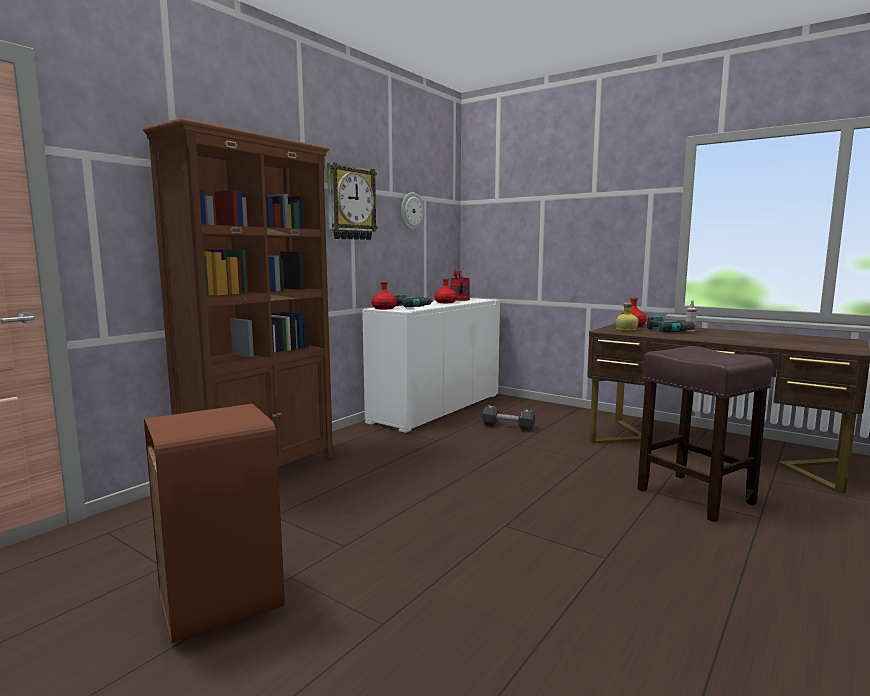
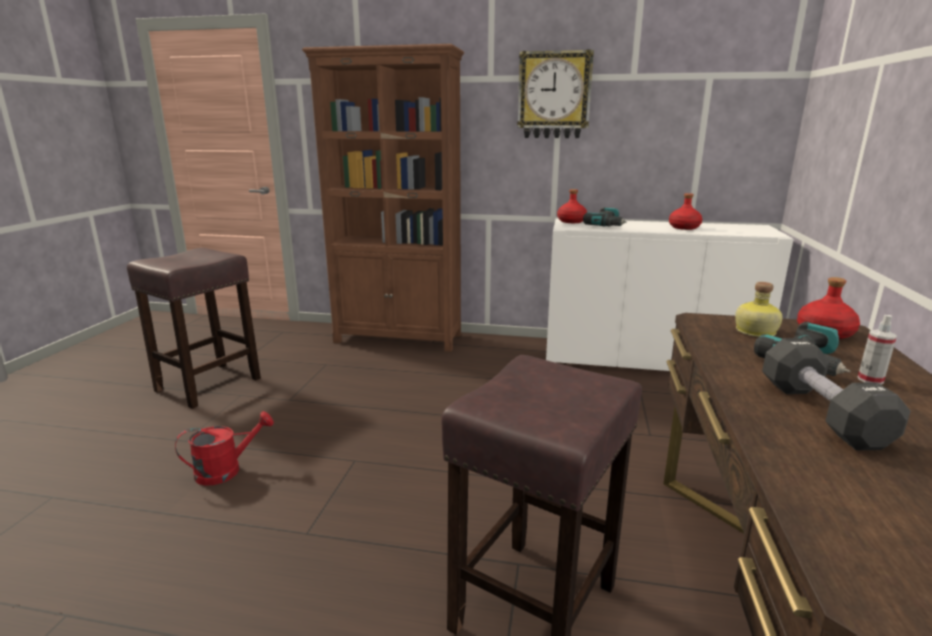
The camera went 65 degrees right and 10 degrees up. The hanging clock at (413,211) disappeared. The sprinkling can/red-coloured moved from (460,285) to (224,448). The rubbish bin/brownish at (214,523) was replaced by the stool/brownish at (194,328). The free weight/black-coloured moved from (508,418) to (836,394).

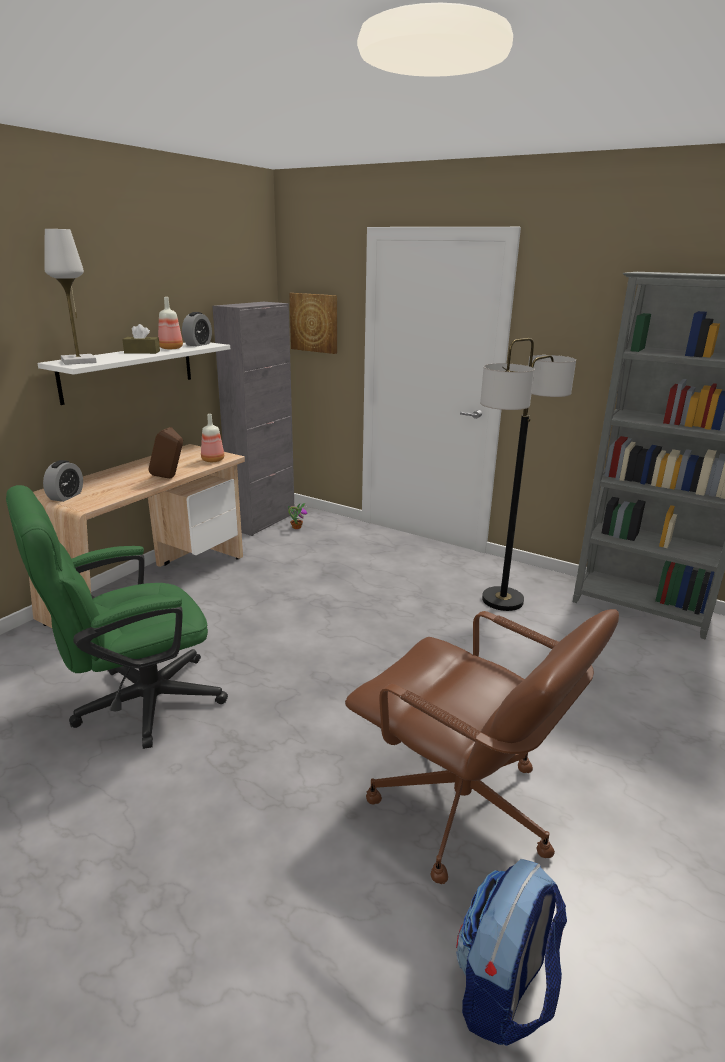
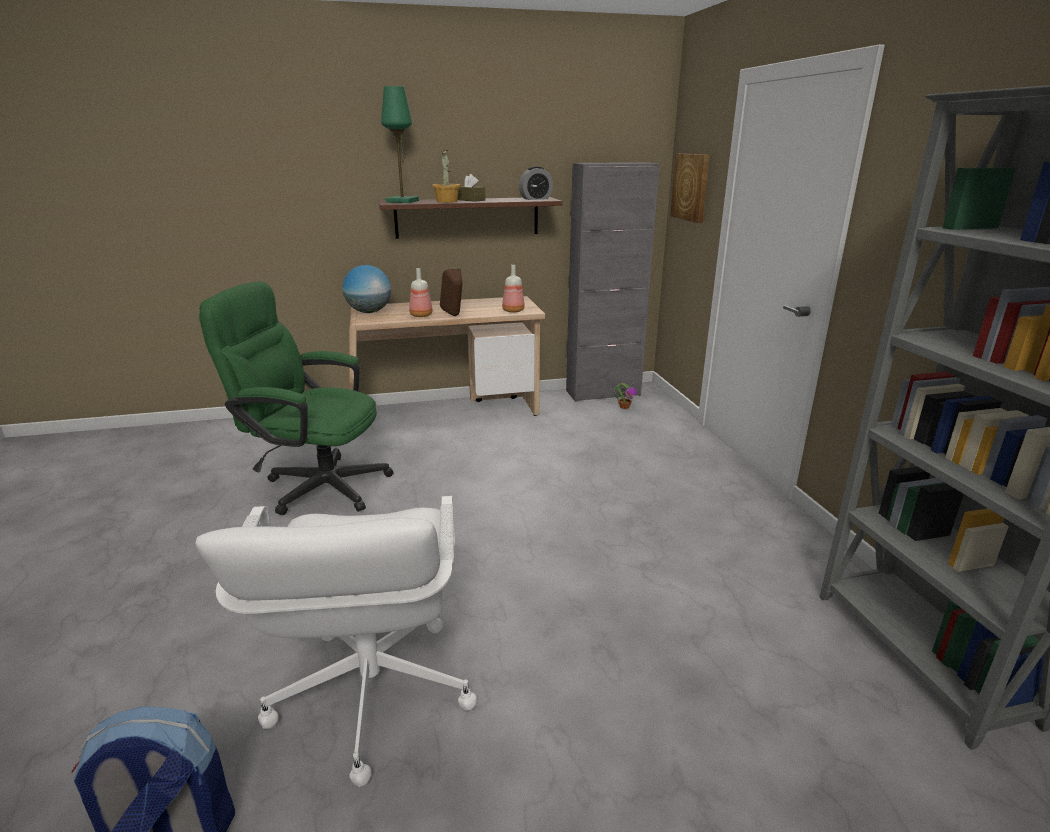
The camera went 45 degrees right and 0 degrees up. The tabletop lamp/whitish at (70,297) became the tabletop lamp/green at (400,144). The beverage bottle moved from (170,323) to (421,292). The standard lamp at (528,474) disappeared. The shelf/whitish at (133,373) became the shelf/brownish at (471,218). The bedside clock at (63,481) was replaced by the globe at (367,289). The desk chair/brownish at (482,746) became the desk chair/whitish at (336,641). The plant in a pot at (446,176) appeared.

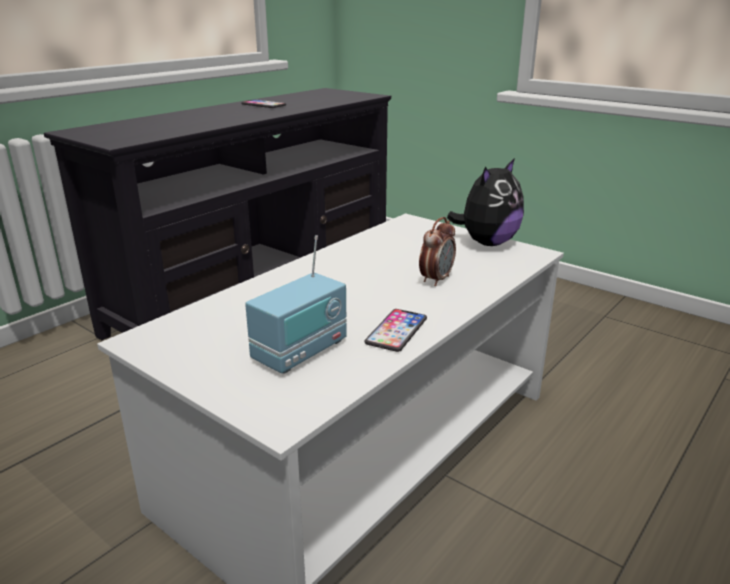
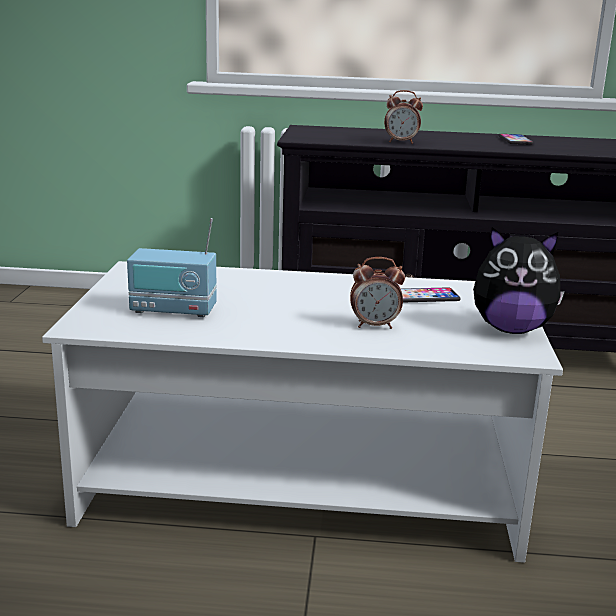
The camera went 55 degrees right and 5 degrees down. The phone moved from (396,330) to (431,295). The bedside clock at (403,117) appeared.

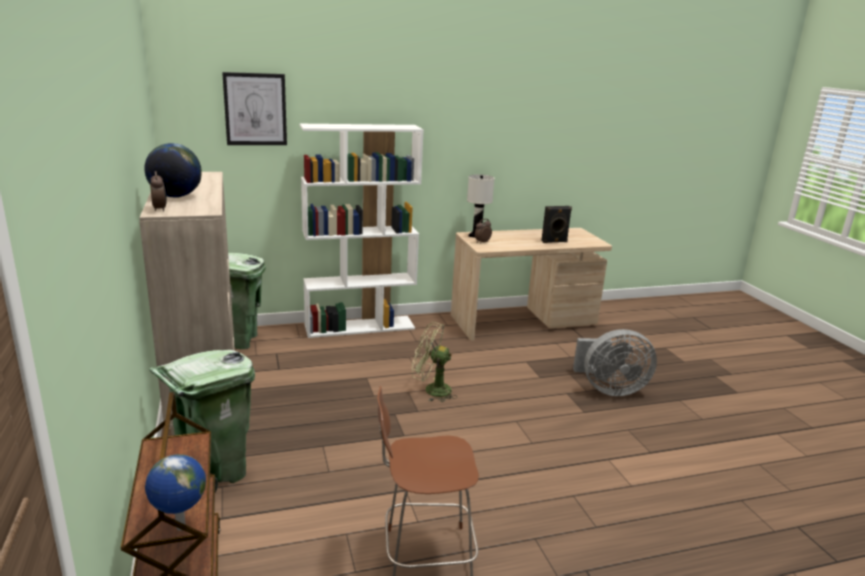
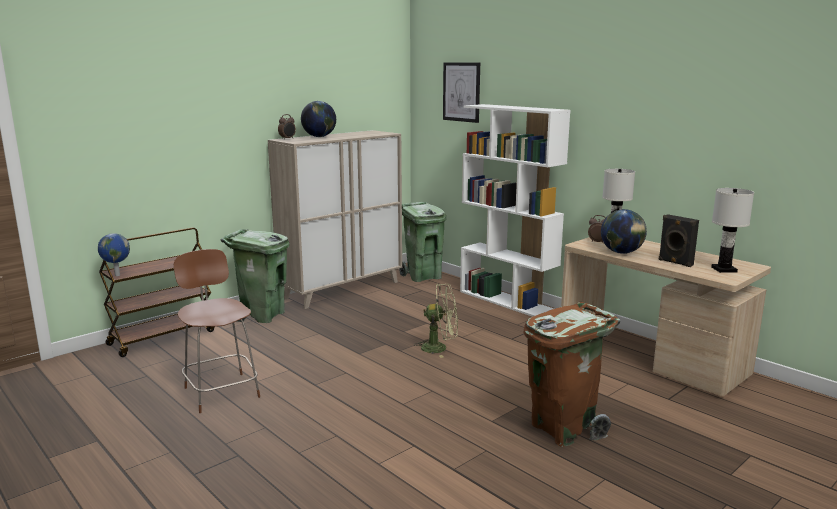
The camera went 65 degrees right and 5 degrees down. The electric fan/green at (434,362) turned 105 degrees clockwise. The electric fan/grey at (615,362) was replaced by the rubbish bin/brownish at (572,374). The tabletop lamp/whitish at (732,230) appeared. The globe at (624,231) appeared.

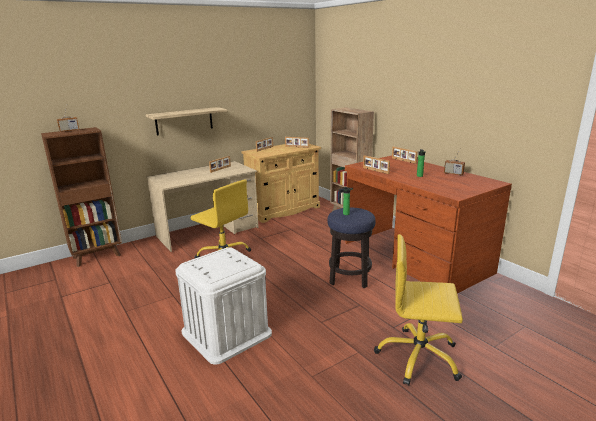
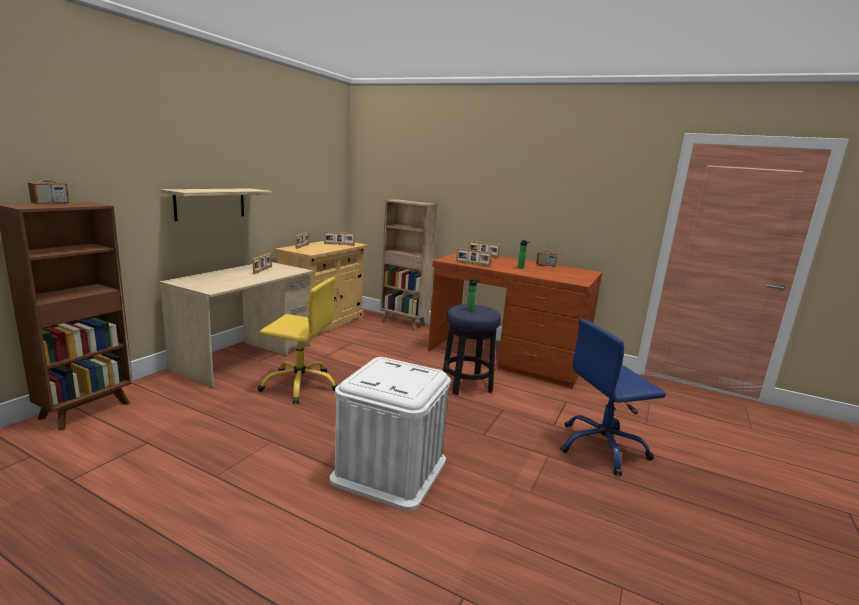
The camera went 30 degrees left and 5 degrees down. The desk chair/yellowish at (418,310) became the desk chair/bluish at (613,396).

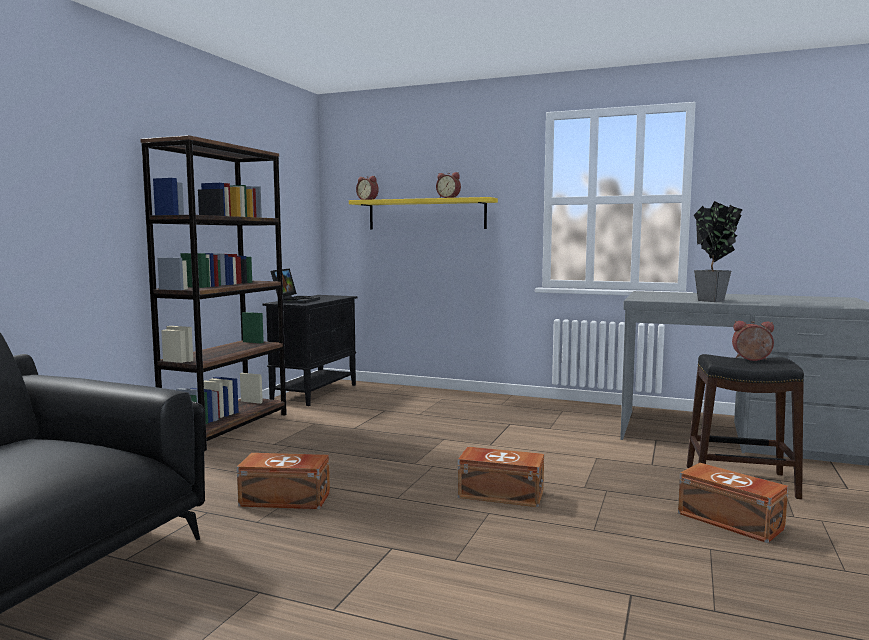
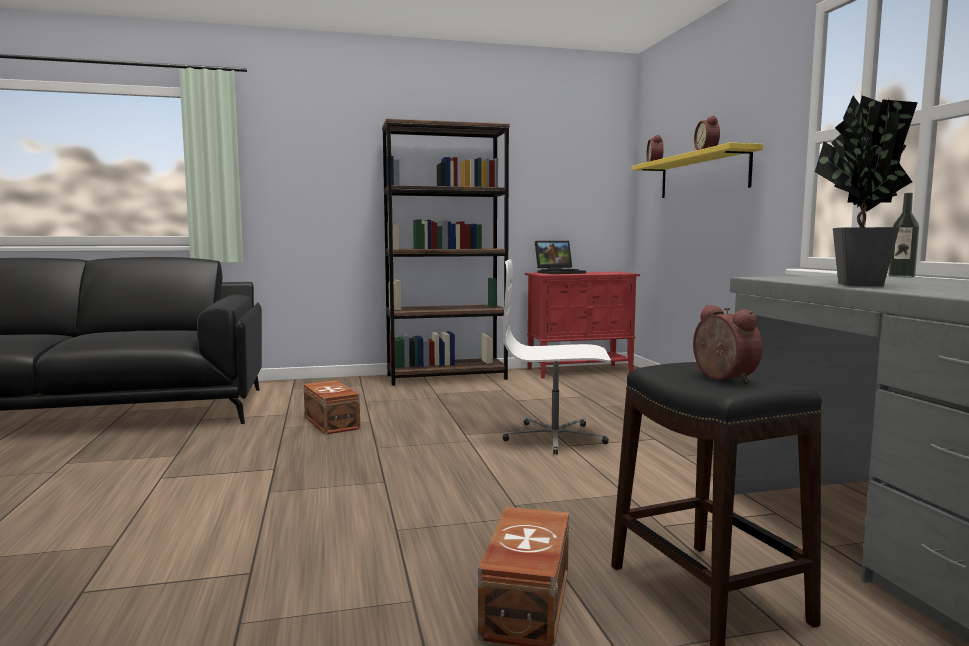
The camera went 55 degrees right and 0 degrees up. The storage cabinet/black-coloured at (310,350) became the storage cabinet/red-coloured at (582,325). The storage container/brownish at (501,477) disappeared. The beverage bottle at (903,235) appeared. The desk chair/whitish at (557,356) appeared.

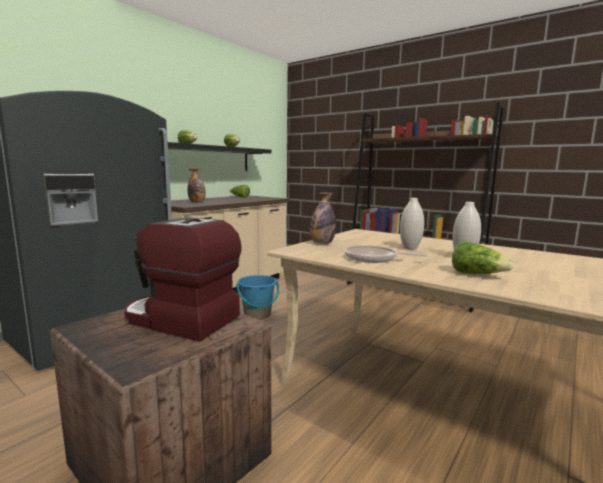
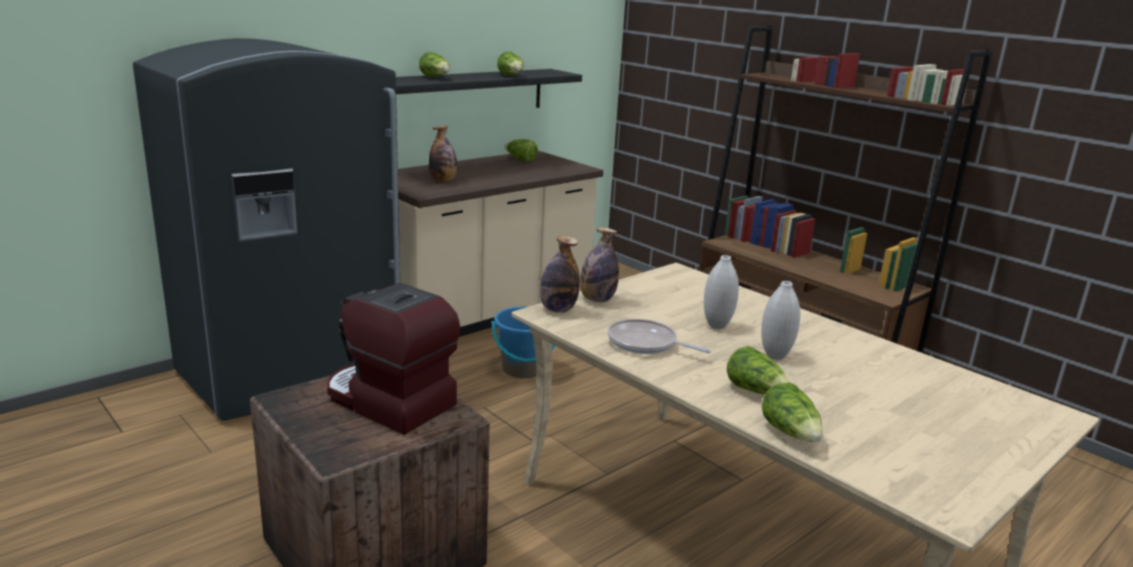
The camera went 10 degrees right and 10 degrees up. The beverage bottle at (560,274) appeared. The lettuce head at (792,412) appeared.

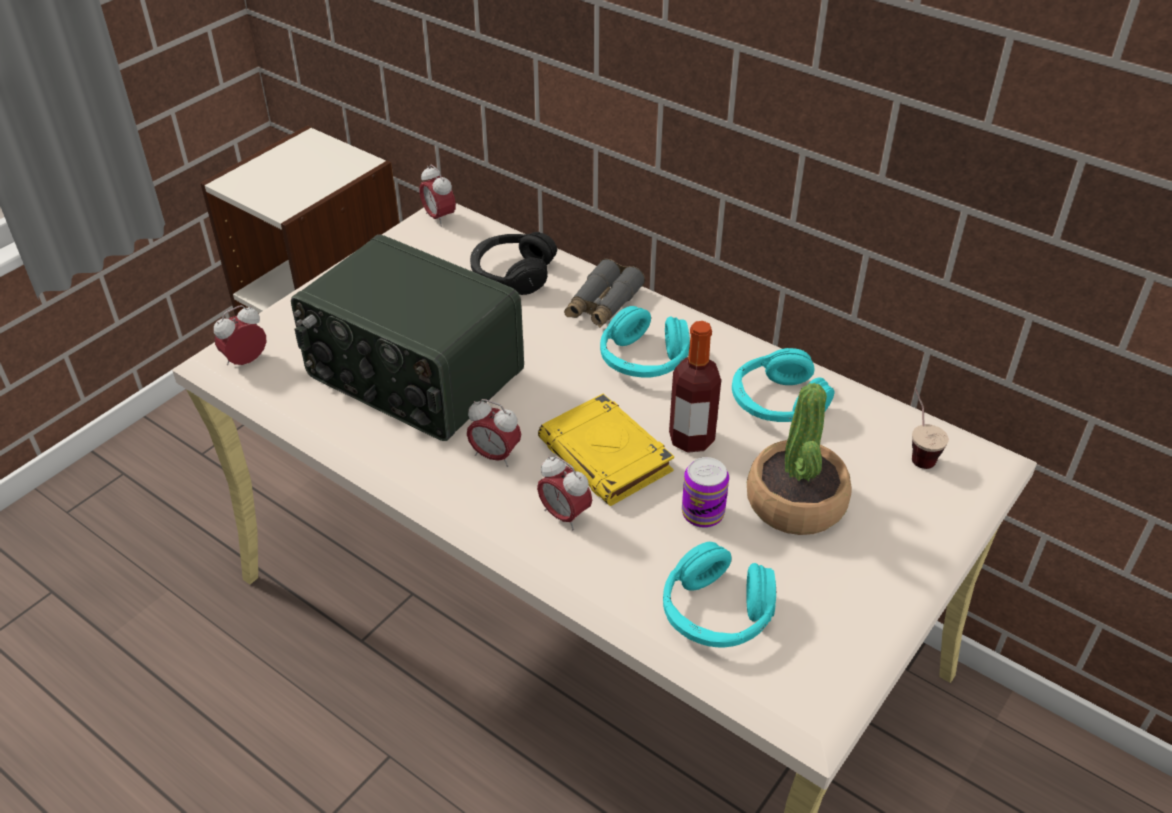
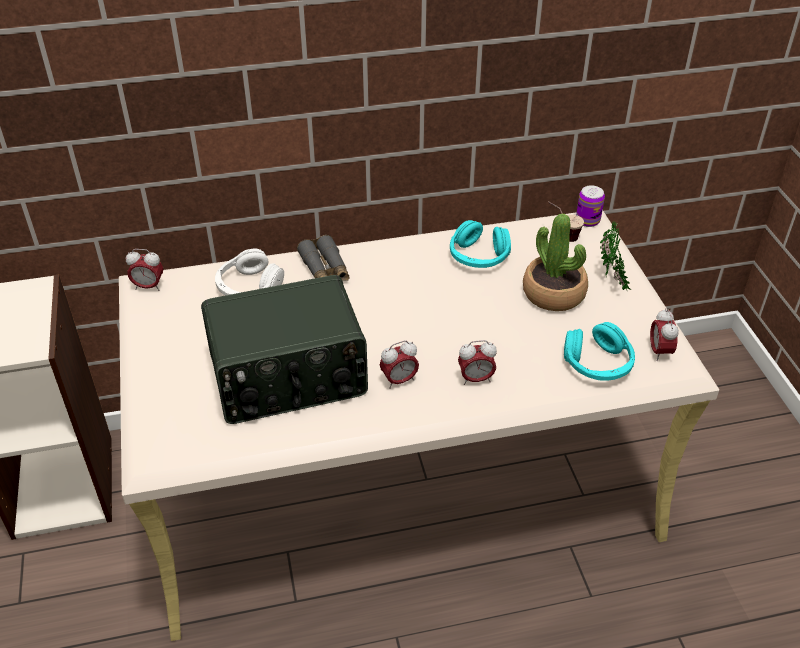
The camera went 50 degrees left and 0 degrees up. The headset/black-coloured at (513,263) became the headset/whitish at (249,272). The bedside clock moved from (240,335) to (664,334). The headset/turquoise-coloured at (645,342) disappeared. The beverage bottle at (695,387) disappeared. The book/yellowish at (606,450) disappeared. The can moved from (705,492) to (590,206). The plant in a pot at (615,255) appeared.

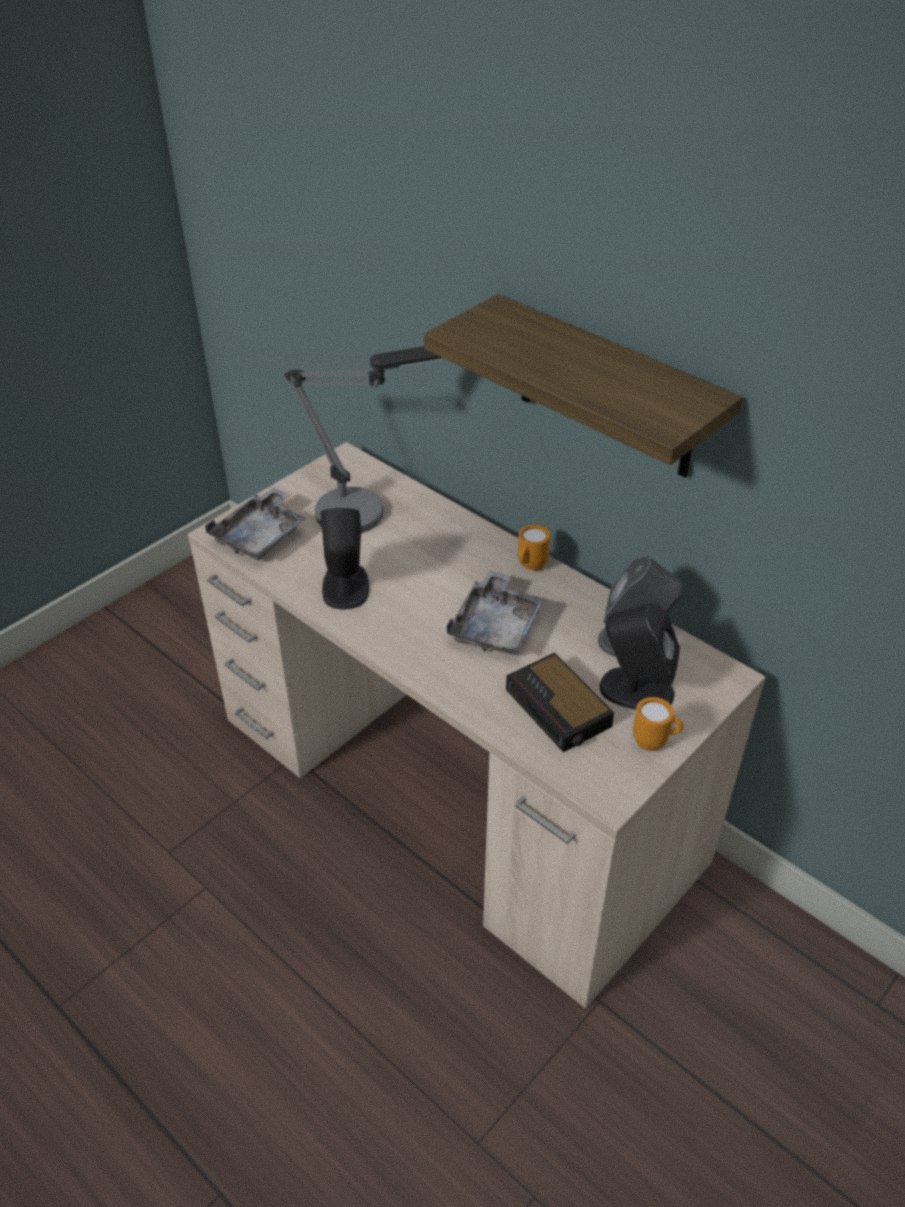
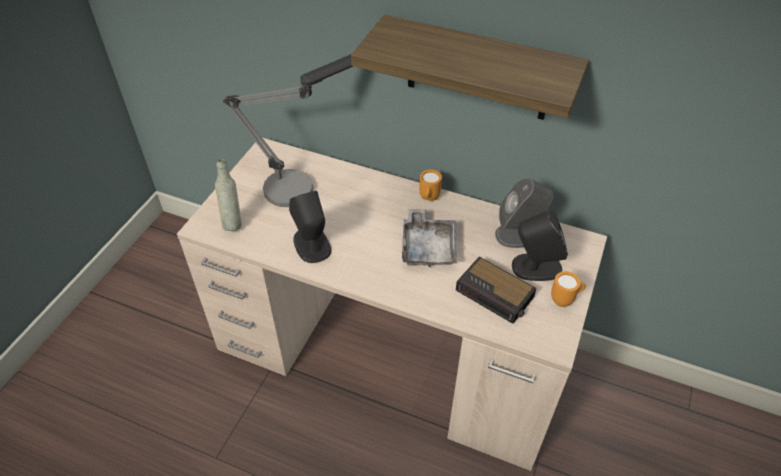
The camera went 20 degrees left and 5 degrees up. The carrying tray/grey at (255,523) was replaced by the beverage bottle/grey at (228,195).

